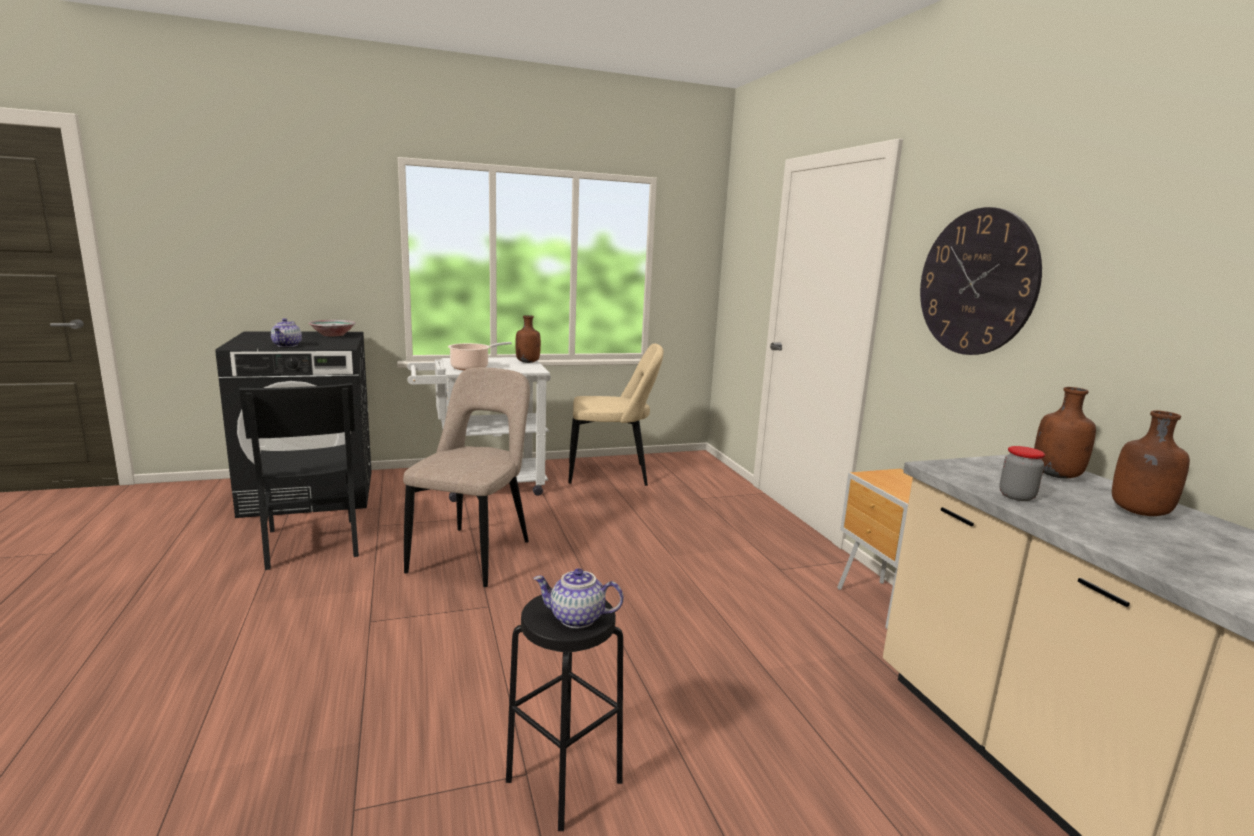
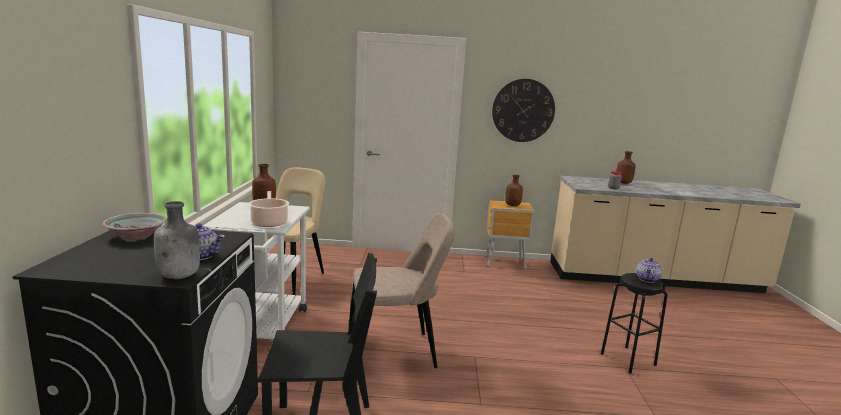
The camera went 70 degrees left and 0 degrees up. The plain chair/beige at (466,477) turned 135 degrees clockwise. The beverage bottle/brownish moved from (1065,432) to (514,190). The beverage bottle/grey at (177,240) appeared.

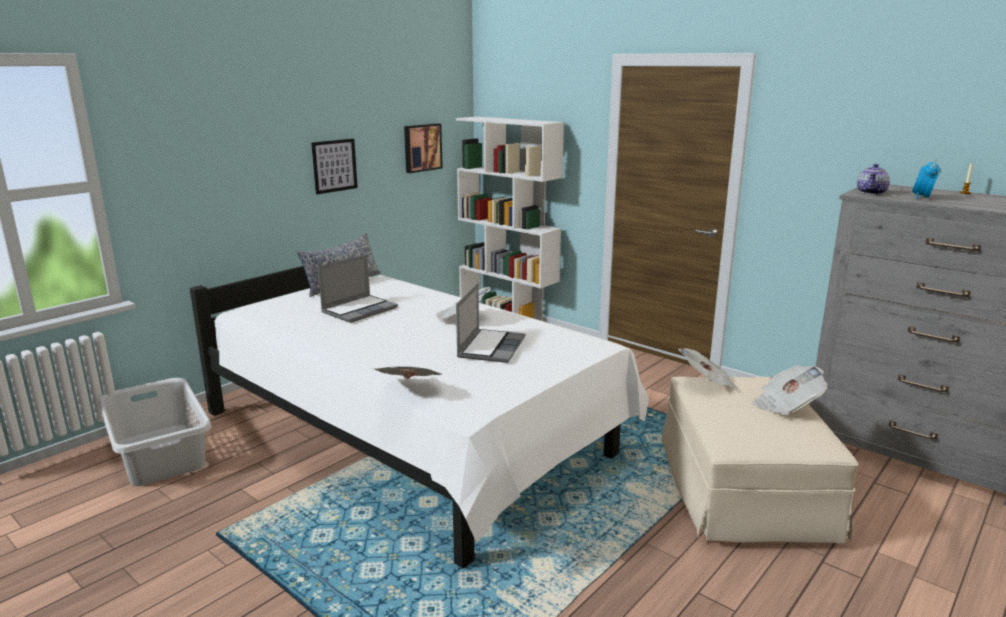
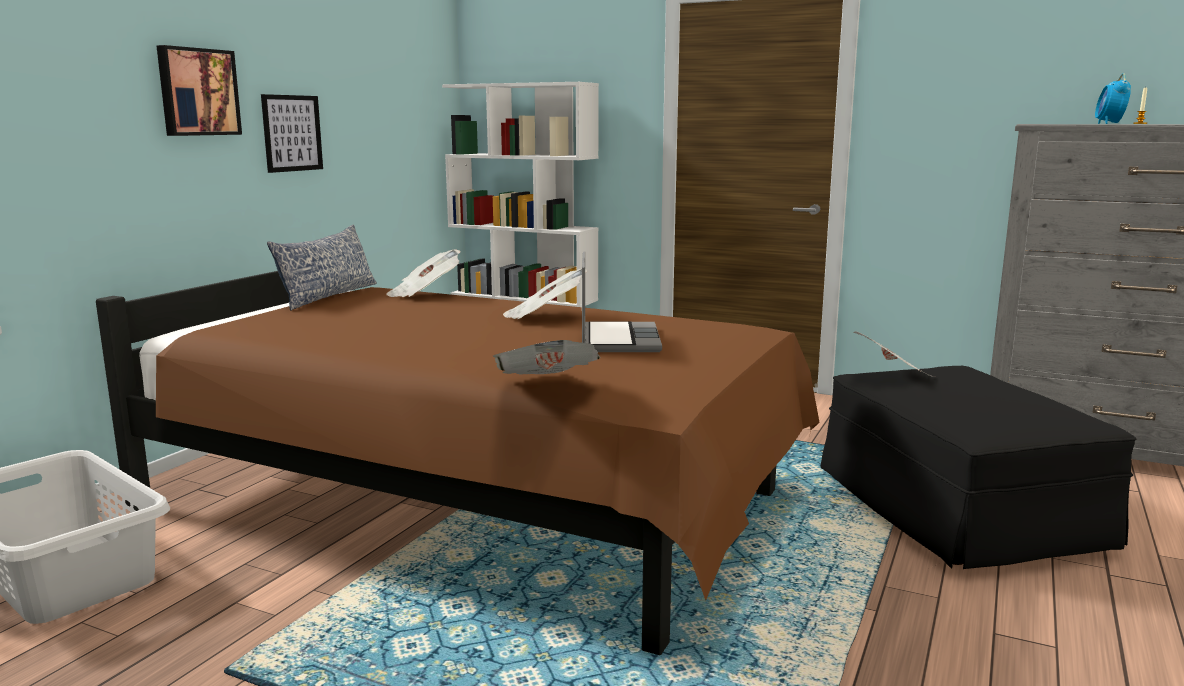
The camera went 15 degrees left and 5 degrees down. The picture moved from (423,148) to (199,90). The teapot at (873,179) disappeared. The portable computer at (358,288) disappeared. The bed/whitish at (419,417) became the bed/brownish at (458,463). The daily paper moved from (789,390) to (423,273). The ottoman/beige at (760,460) became the ottoman/black-coloured at (978,467).

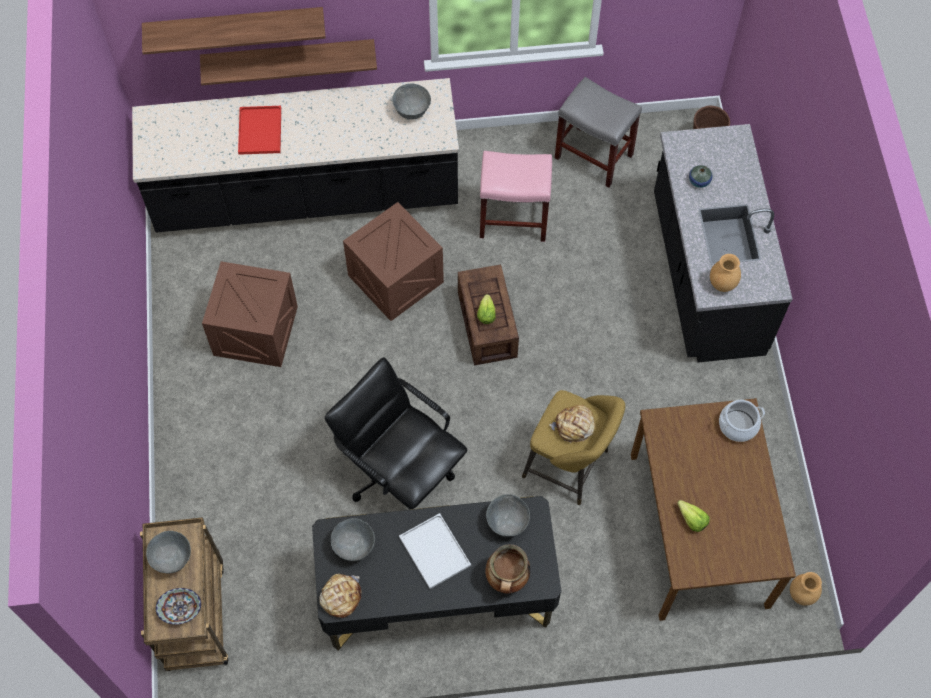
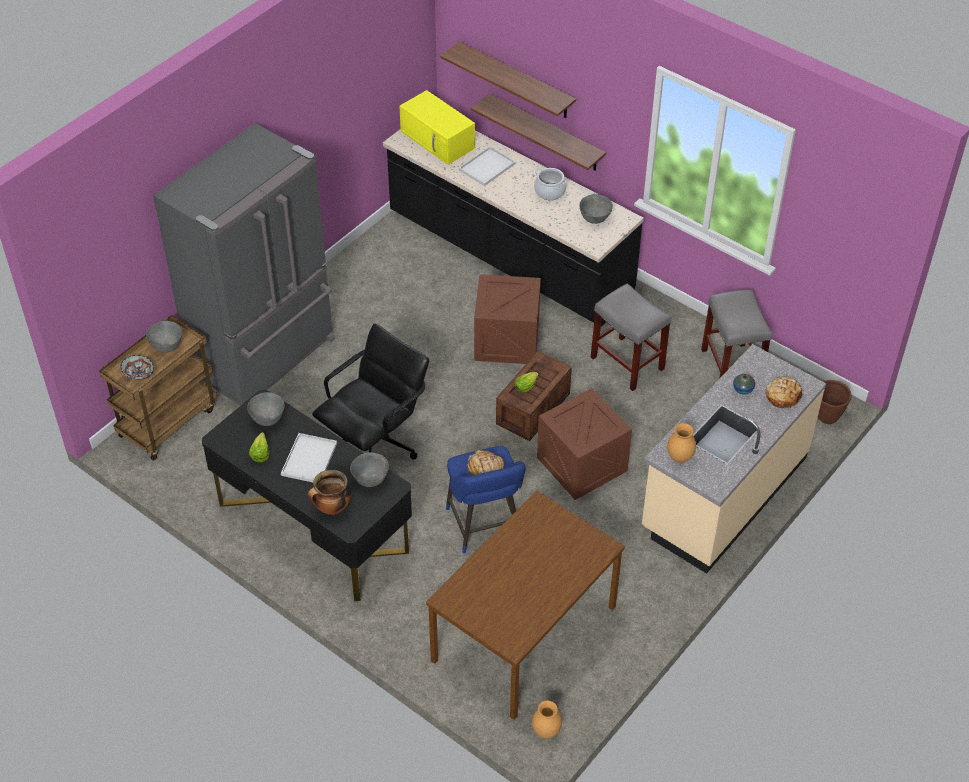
The camera went 45 degrees right and 15 degrees down. The carrying tray/red-coloured at (259,130) became the carrying tray/whitish at (487,166). The kitchen base unit/black-coloured at (723,243) became the kitchen base unit/beige at (734,459). The stool/pinkish at (516,196) became the stool/grey at (631,337). The shipping crate moved from (250,314) to (584,444). The desk chair/black-coloured at (396,433) turned 45 degrees clockwise. The stool/yellowish at (573,447) became the stool/bluish at (485,500). The stockpot moved from (742,421) to (550,184). The lettuce head moved from (693,516) to (259,447). The bakery bread moved from (340,596) to (786,392). The kitchen microwave/yellowish at (437,127) appeared. The fridge/grey at (244,264) appeared.

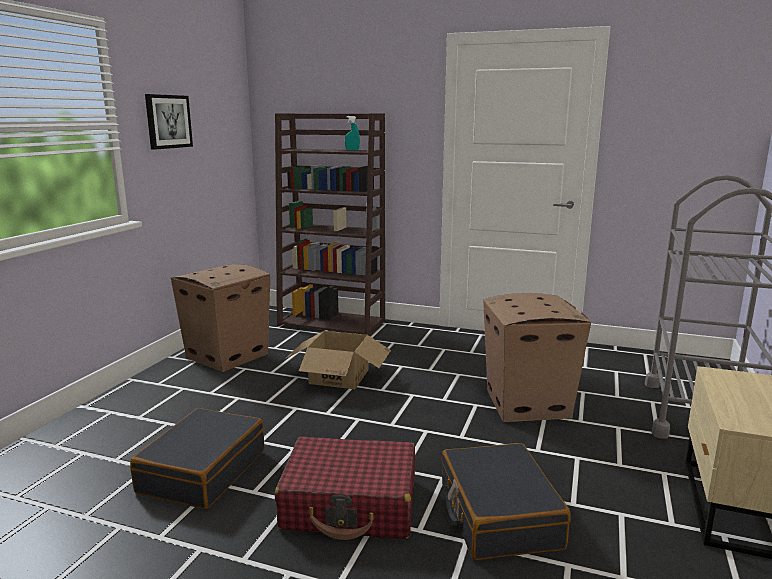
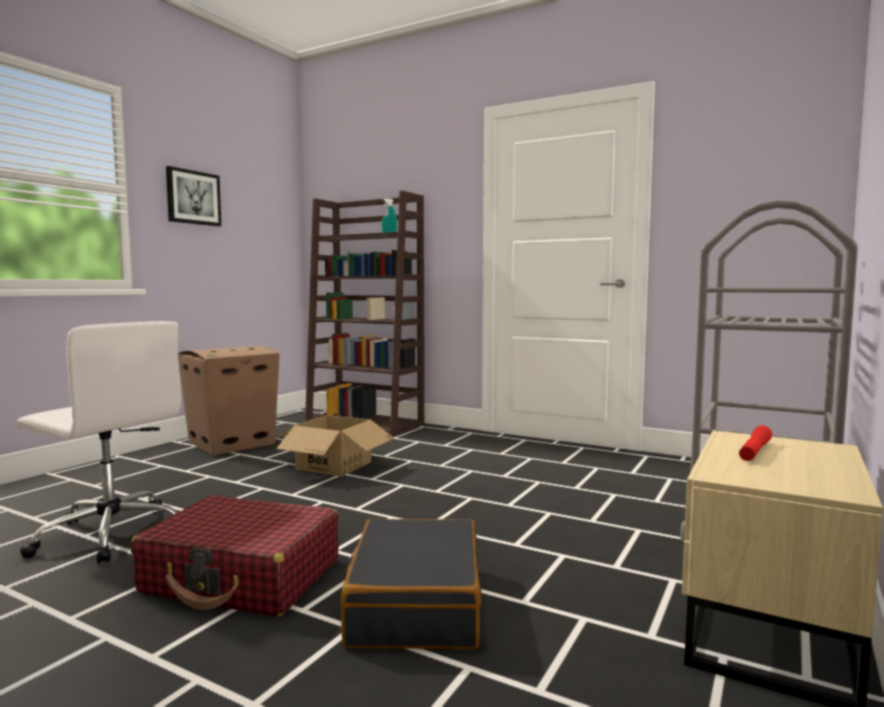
The camera went 10 degrees right and 10 degrees down. The packing box at (537,357) disappeared. The piece of luggage/black-coloured at (197,458) was replaced by the desk chair/whitish at (98,442). The flashlight/red-coloured at (755,443) appeared.

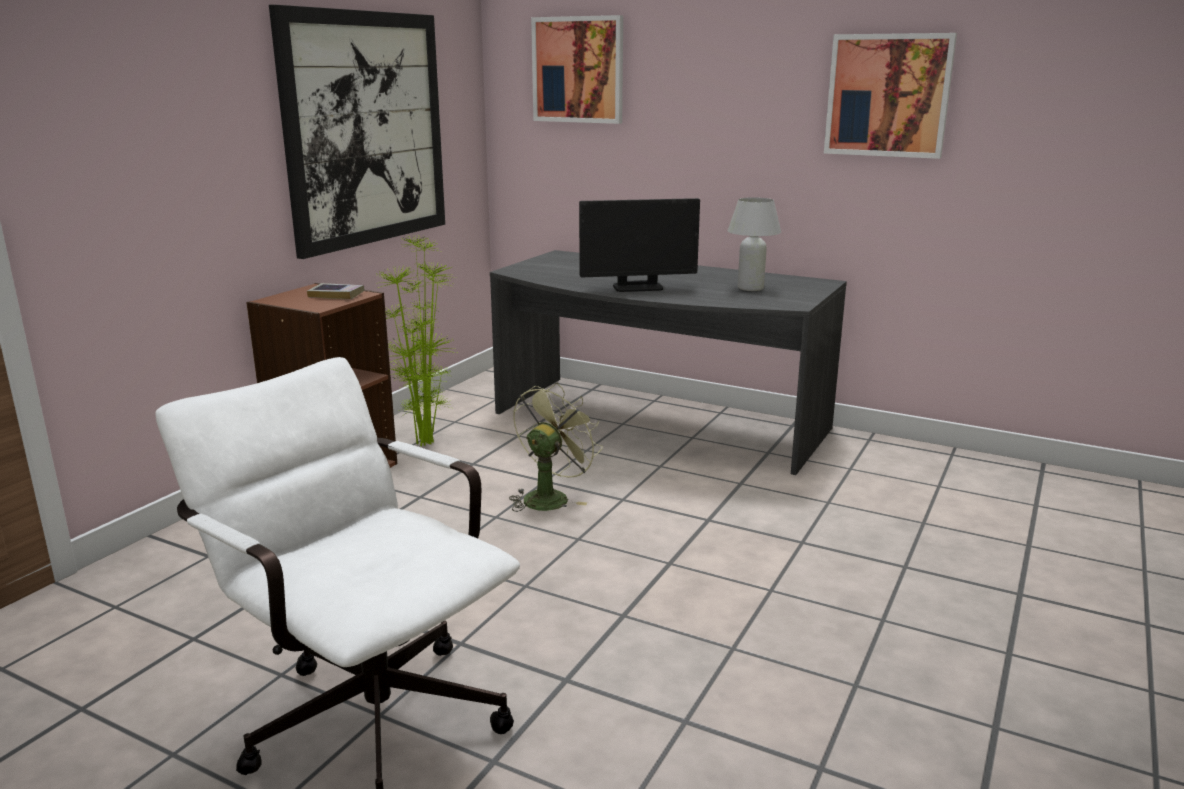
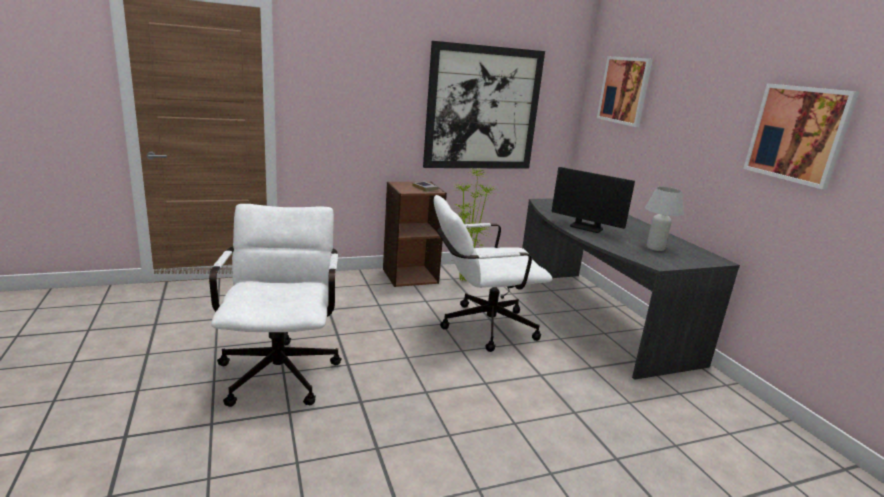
The camera went 40 degrees right and 0 degrees up. The electric fan/green at (556,447) was replaced by the desk chair/whitish at (492,273).

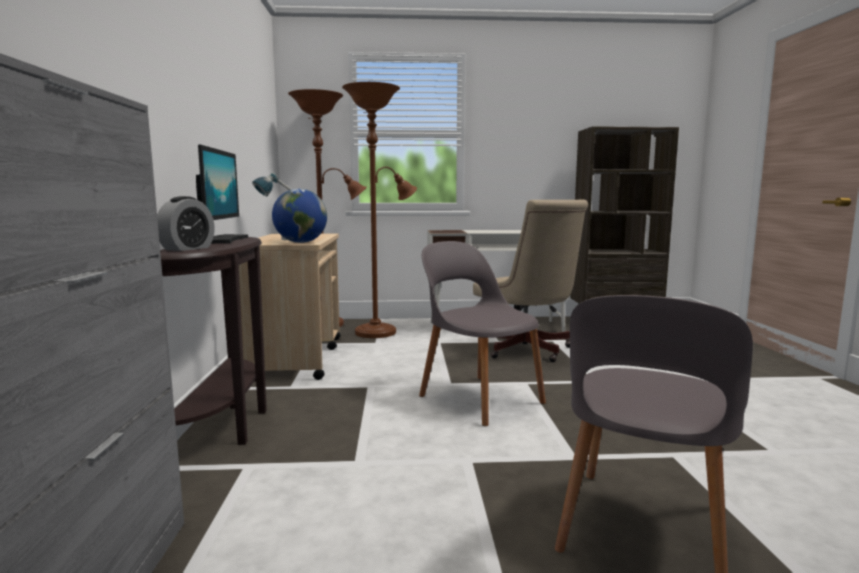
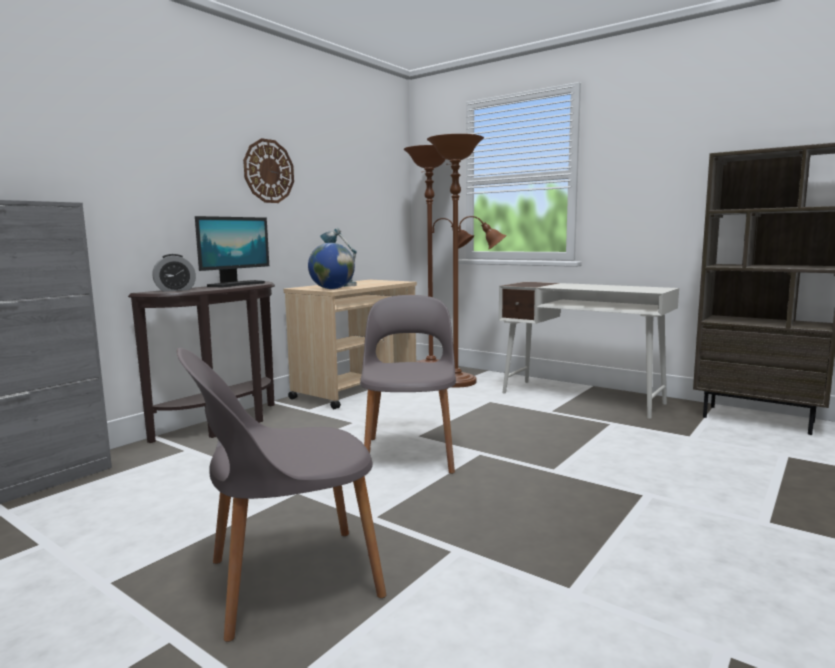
The camera went 40 degrees right and 0 degrees up. The desk chair/beige at (530,280) disappeared. The hanging clock at (268,170) appeared.

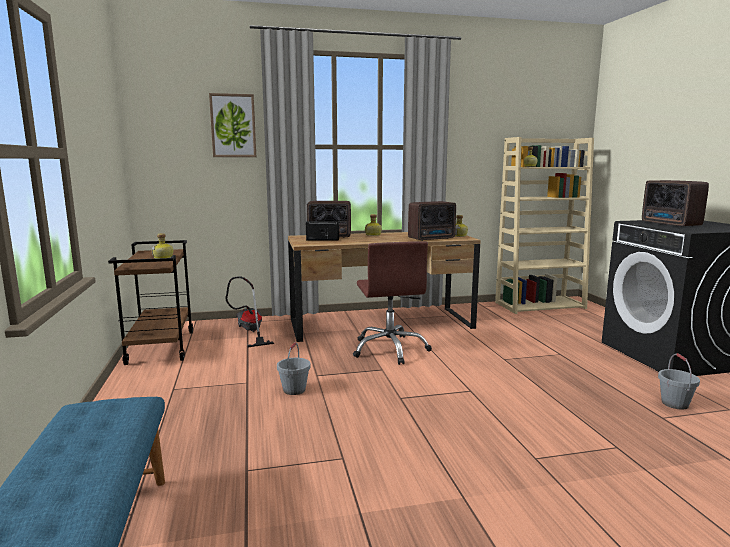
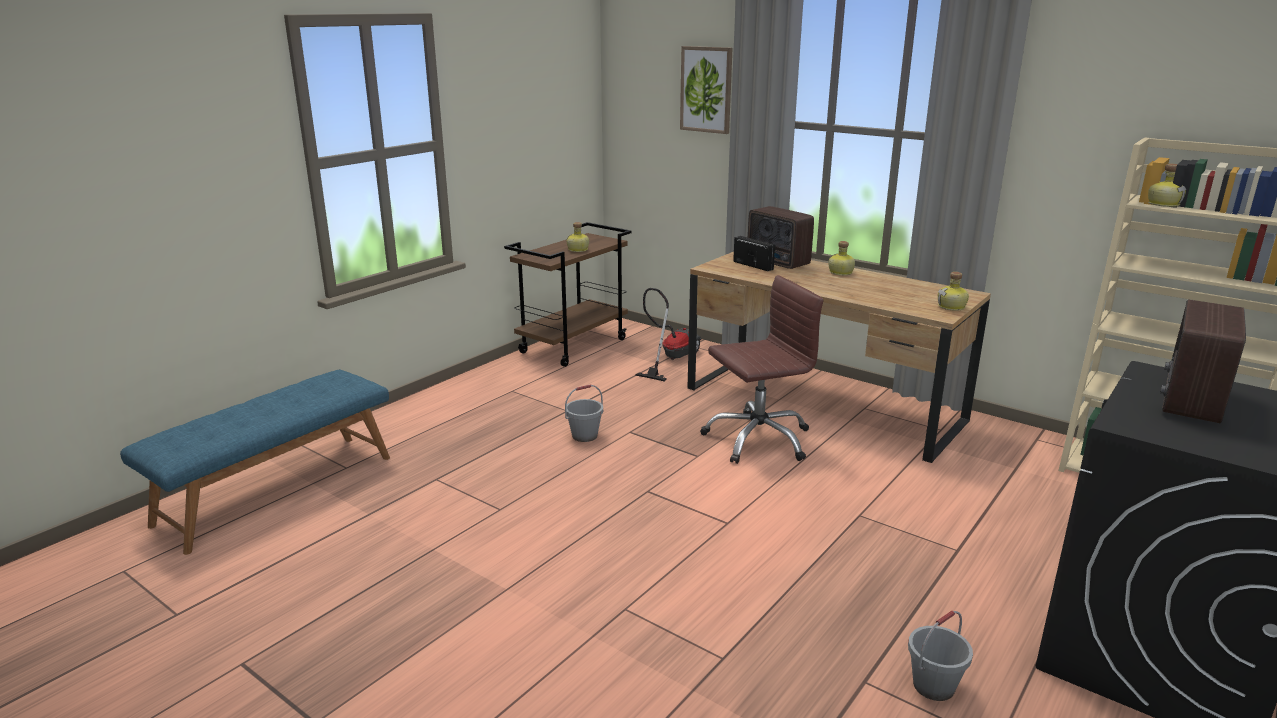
The camera went 50 degrees right and 10 degrees up. The radio receiver at (432,221) disappeared. The desk chair/brownish at (392,303) turned 150 degrees counterclockwise.

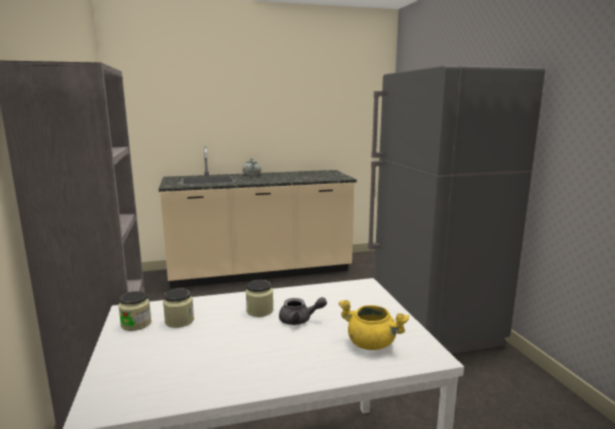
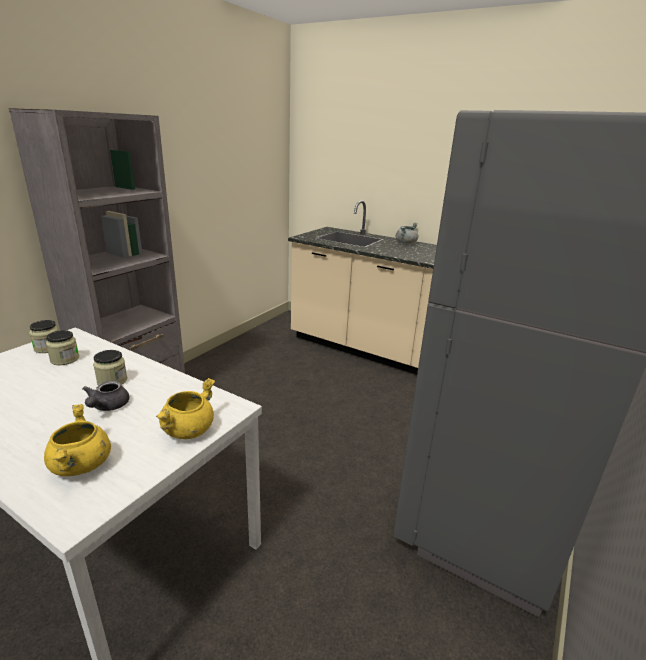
The camera went 45 degrees right and 10 degrees up. The teapot/grey at (303,311) turned 45 degrees clockwise. The stockpot/yellowish at (185,408) appeared.

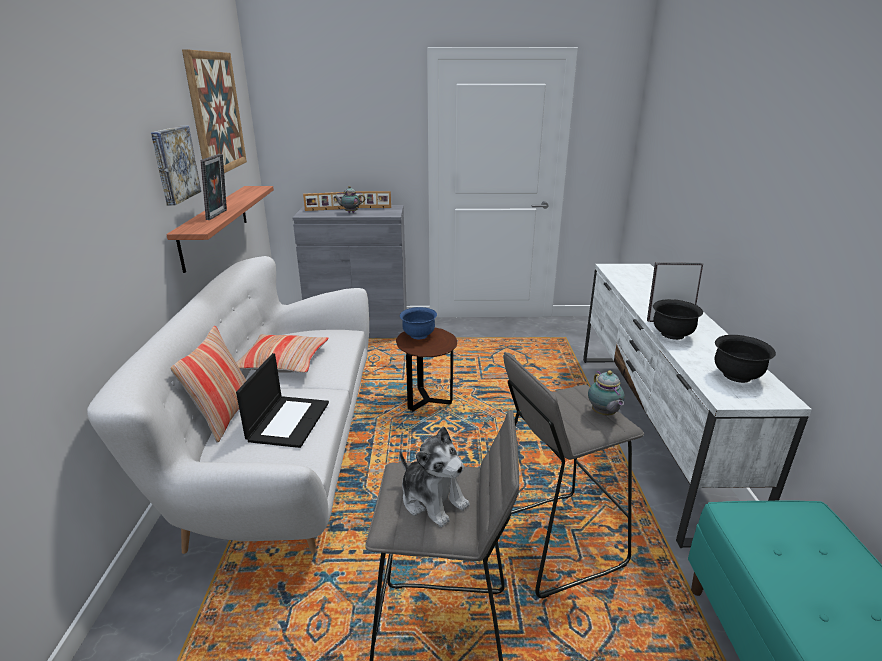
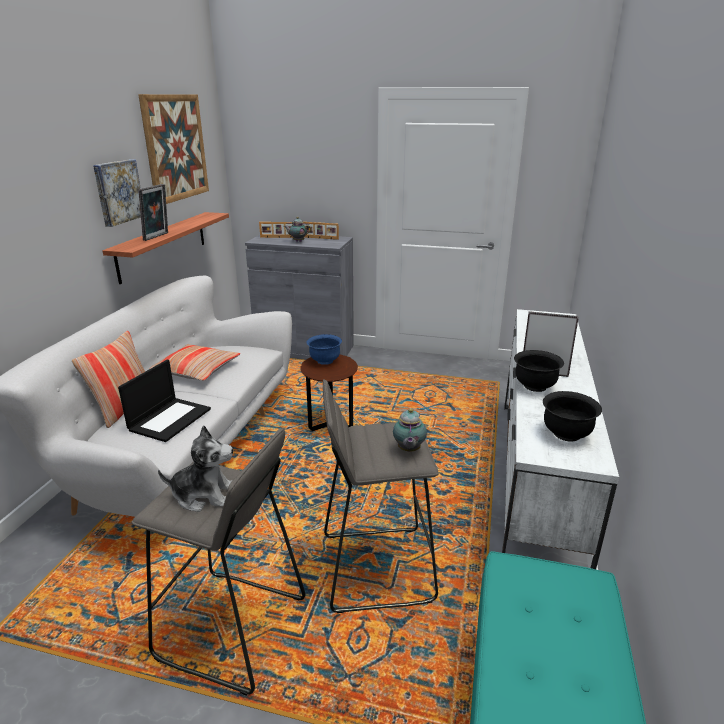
The camera went 15 degrees right and 0 degrees up. The cuddly toy at (435,476) turned 60 degrees counterclockwise.

